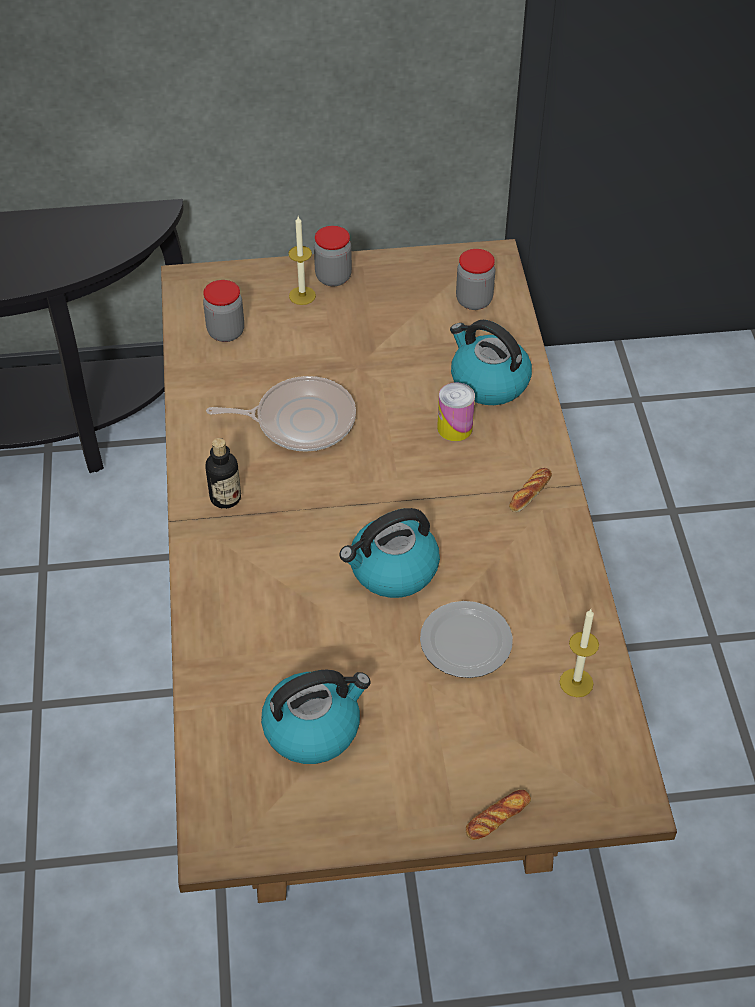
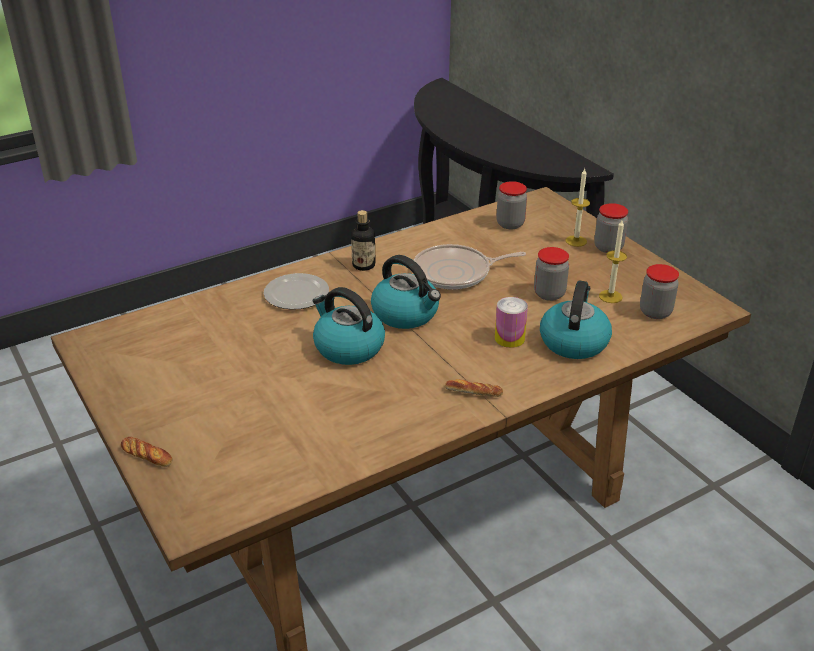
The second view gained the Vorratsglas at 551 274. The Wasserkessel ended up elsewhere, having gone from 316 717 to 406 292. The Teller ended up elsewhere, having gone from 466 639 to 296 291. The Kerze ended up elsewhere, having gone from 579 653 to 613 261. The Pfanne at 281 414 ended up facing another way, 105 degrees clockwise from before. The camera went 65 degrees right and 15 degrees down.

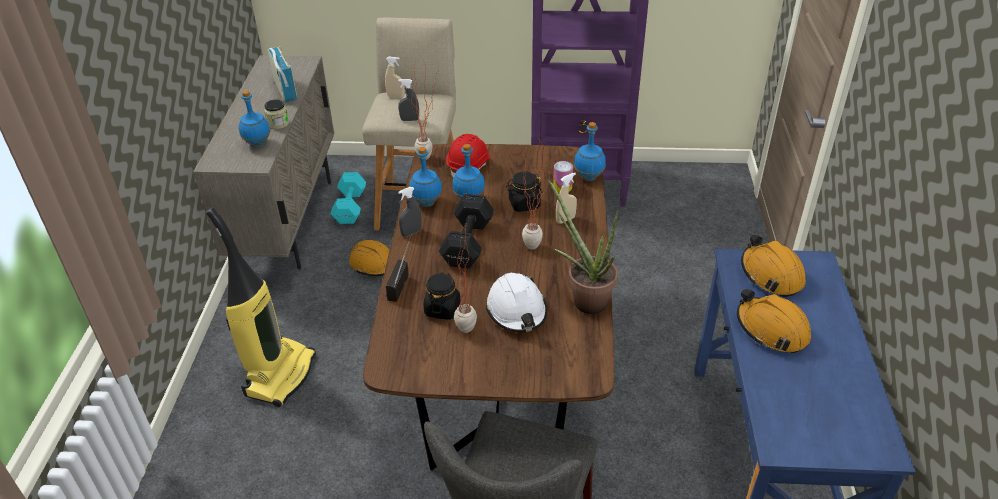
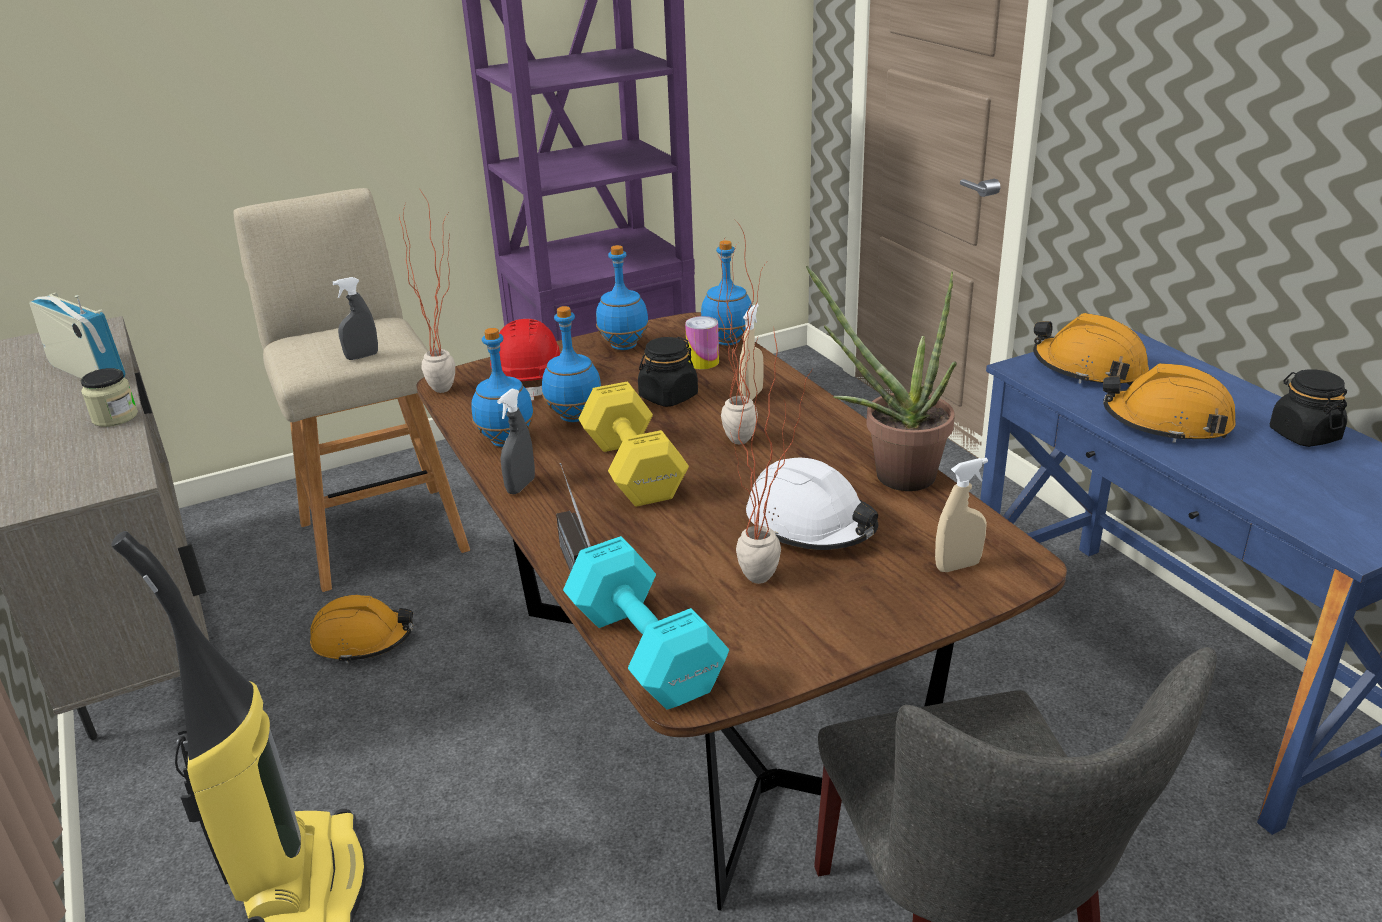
The Flasche (blau) ended up elsewhere, having gone from 254 119 to 622 297. The Hantel (türkis) ended up elsewhere, having gone from 348 198 to 646 623. The Sprühflasche (beige) ended up elsewhere, having gone from 395 77 to 961 515. The Vorratsglas (schwarz) ended up elsewhere, having gone from 442 296 to 1308 408. What was the Hantel (schwarz) at 466 231 turned into the Hantel (gelb) at 634 444. The camera went 30 degrees left and 10 degrees down.

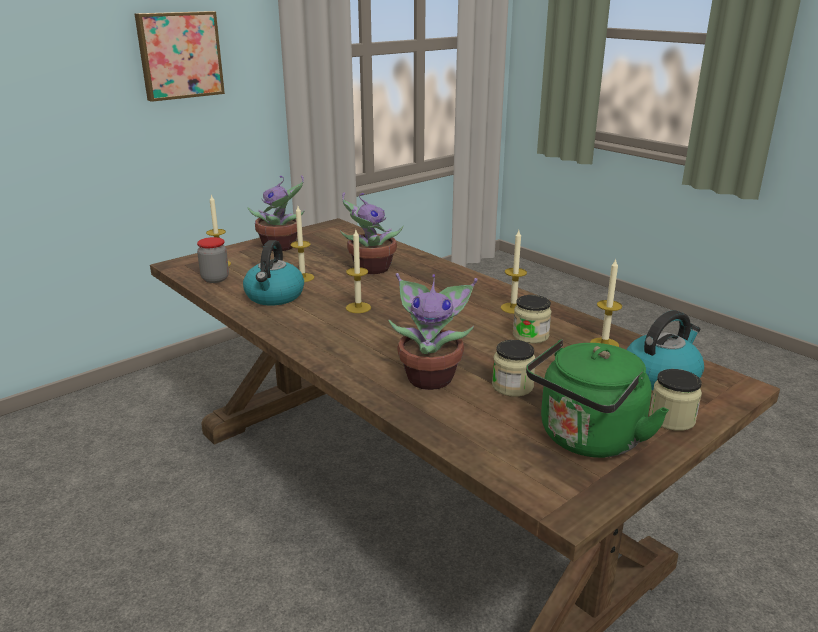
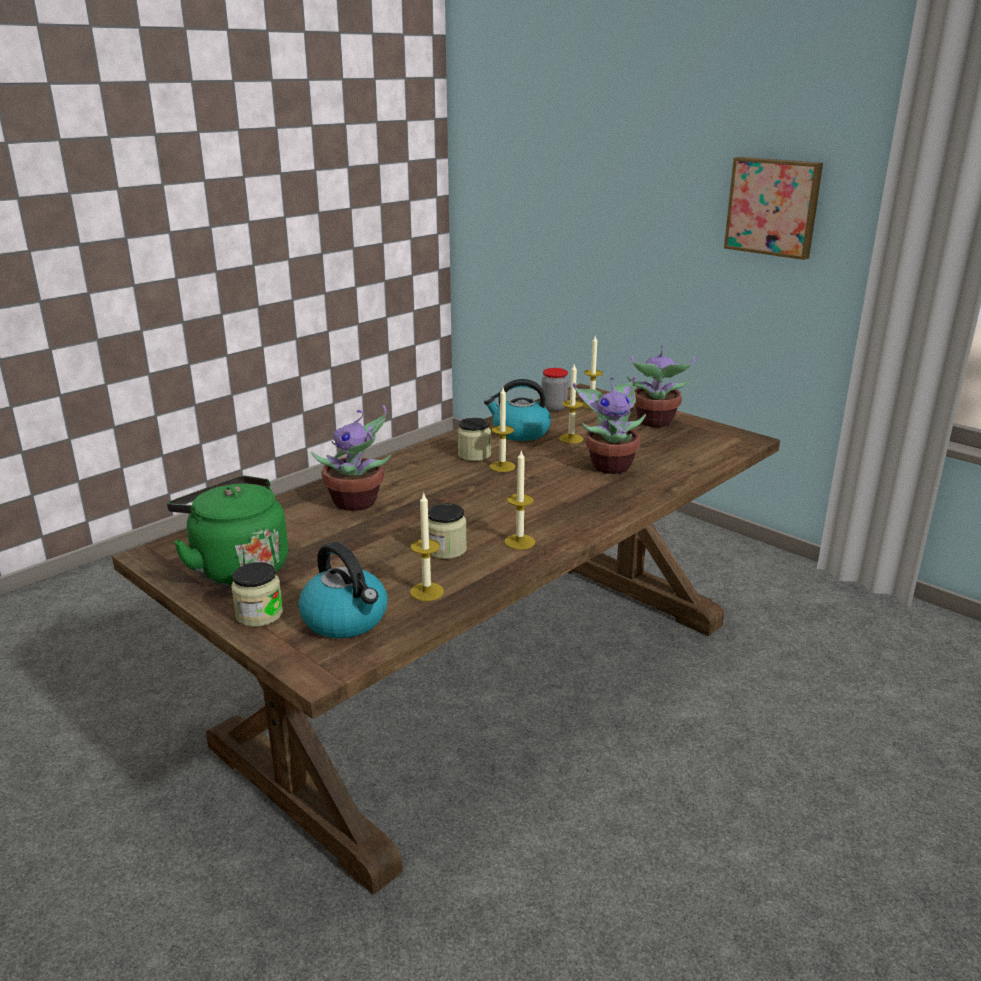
The Vorratsglas ended up elsewhere, having gone from 513 368 to 474 439. The camera went 85 degrees right and 0 degrees up.

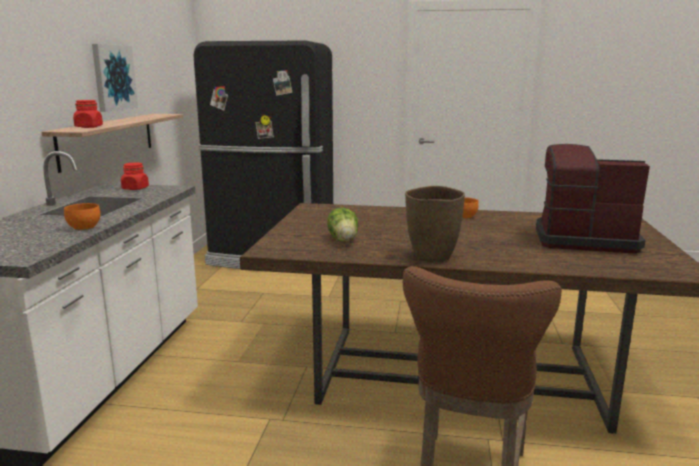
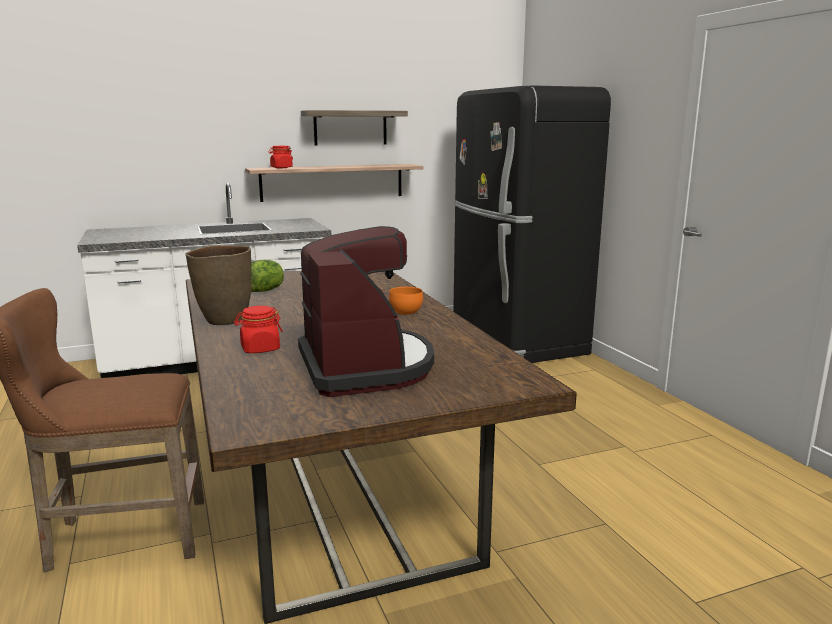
The second view lost the Schüssel (orange) at 82 216. The Vorratsglas (rot) ended up elsewhere, having gone from 135 176 to 258 329. Where the Bild hung at 115 78, the Wandregal came to hang at 354 127. The camera went 60 degrees right and 0 degrees up.

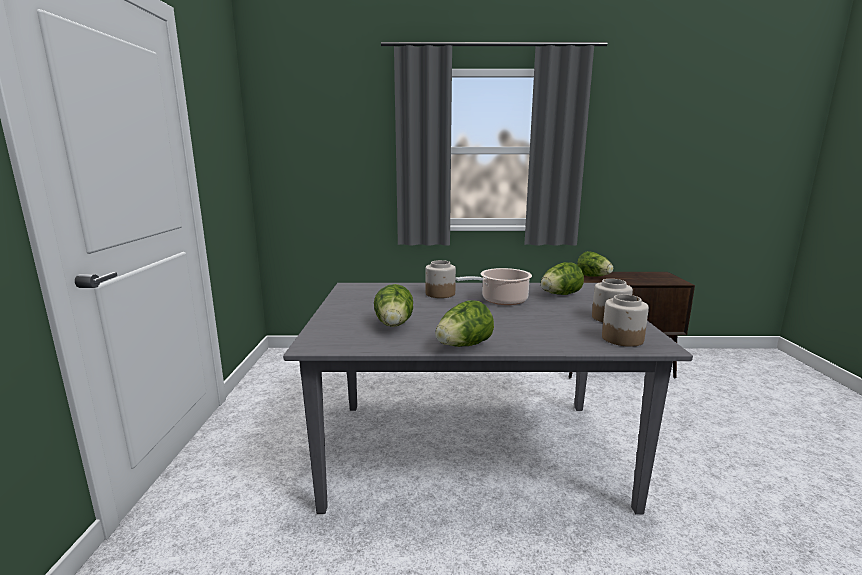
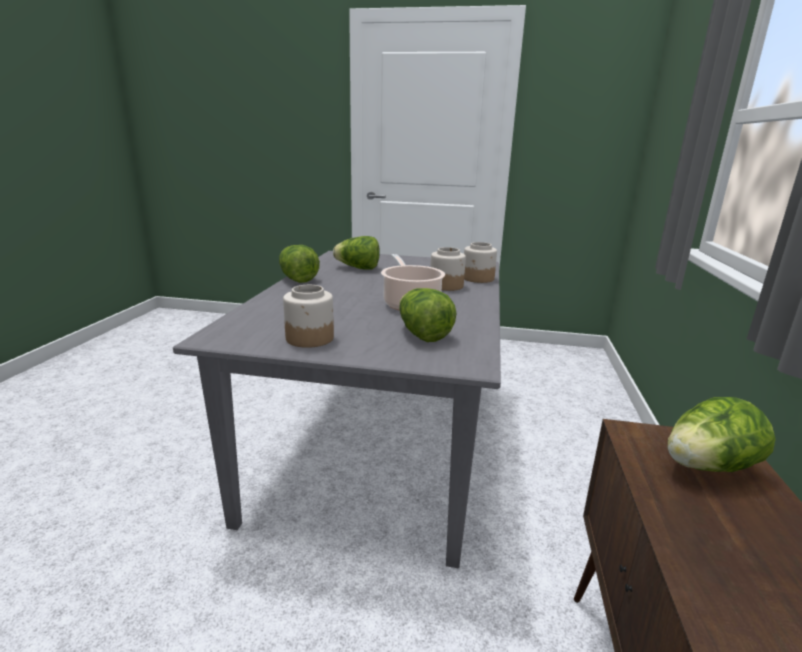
The Vorratsglas ended up elsewhere, having gone from 625 320 to 480 262. The camera went 100 degrees right and 5 degrees up.

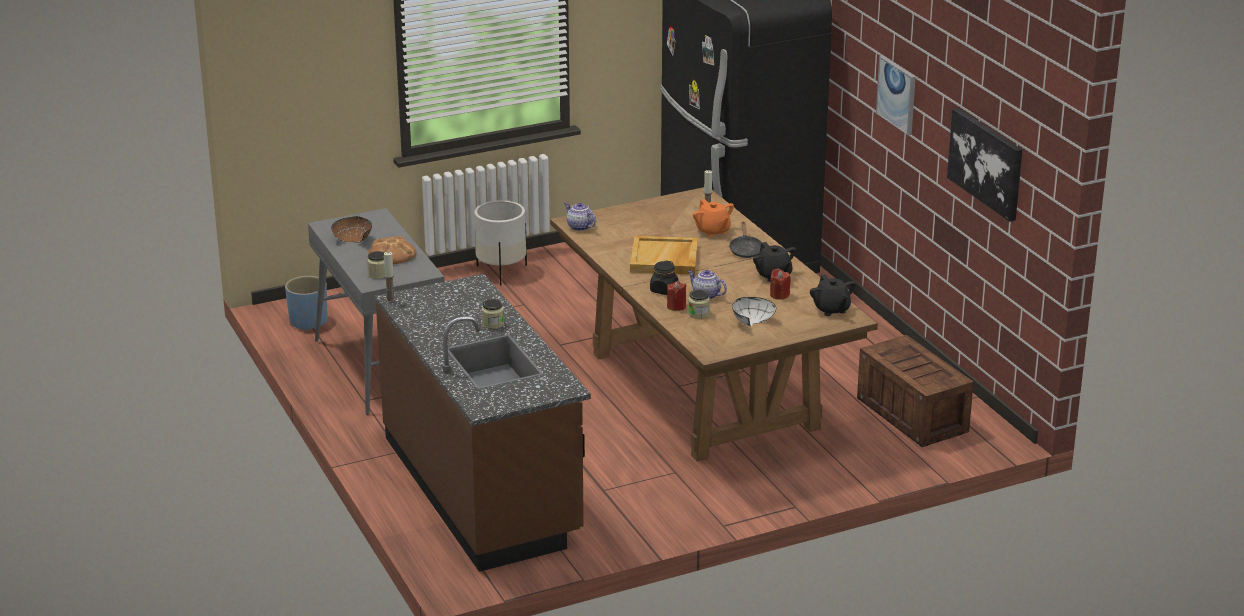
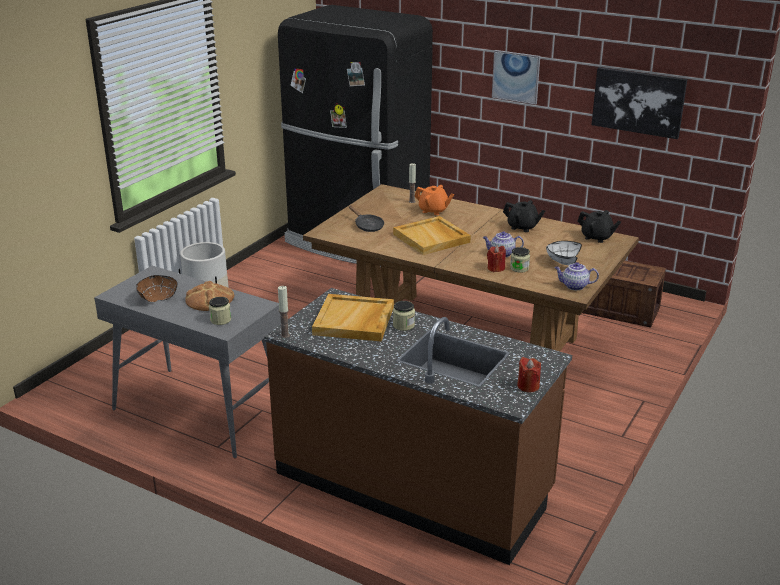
The second view lost the Pflanzkübel (blau) at 306 303. The second view lost the Vorratsglas (schwarz) at 664 277. The second view gained the Tablett (beige) at 353 317. The Teekanne ended up elsewhere, having gone from 580 217 to 576 276. The Pfanne (schwarz) ended up elsewhere, having gone from 745 240 to 366 219. The Kerze (rot) ended up elsewhere, having gone from 780 284 to 529 374. The camera went 35 degrees left and 0 degrees up.

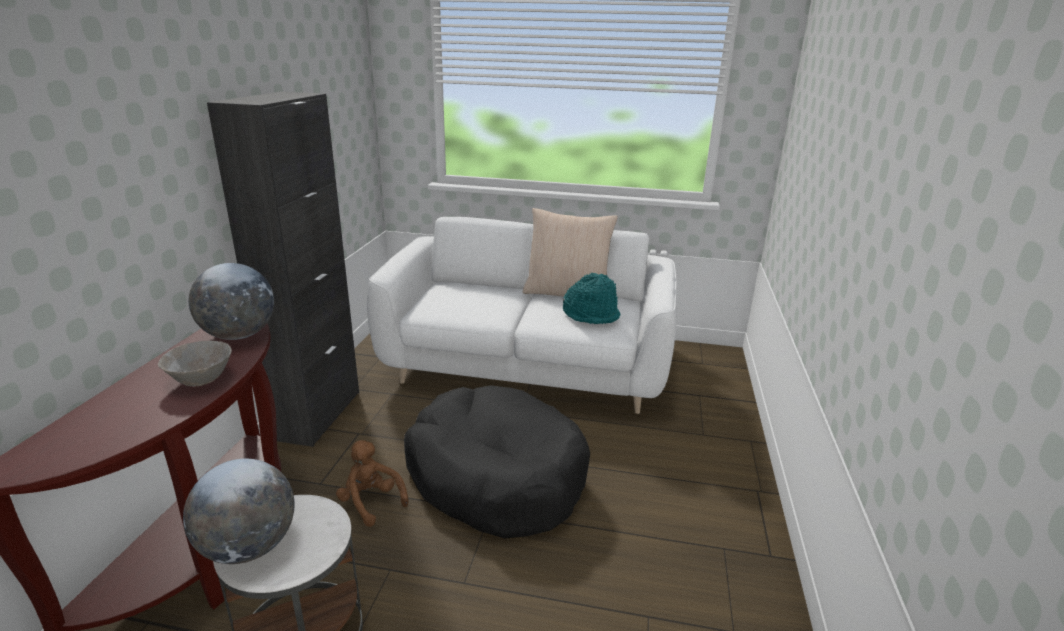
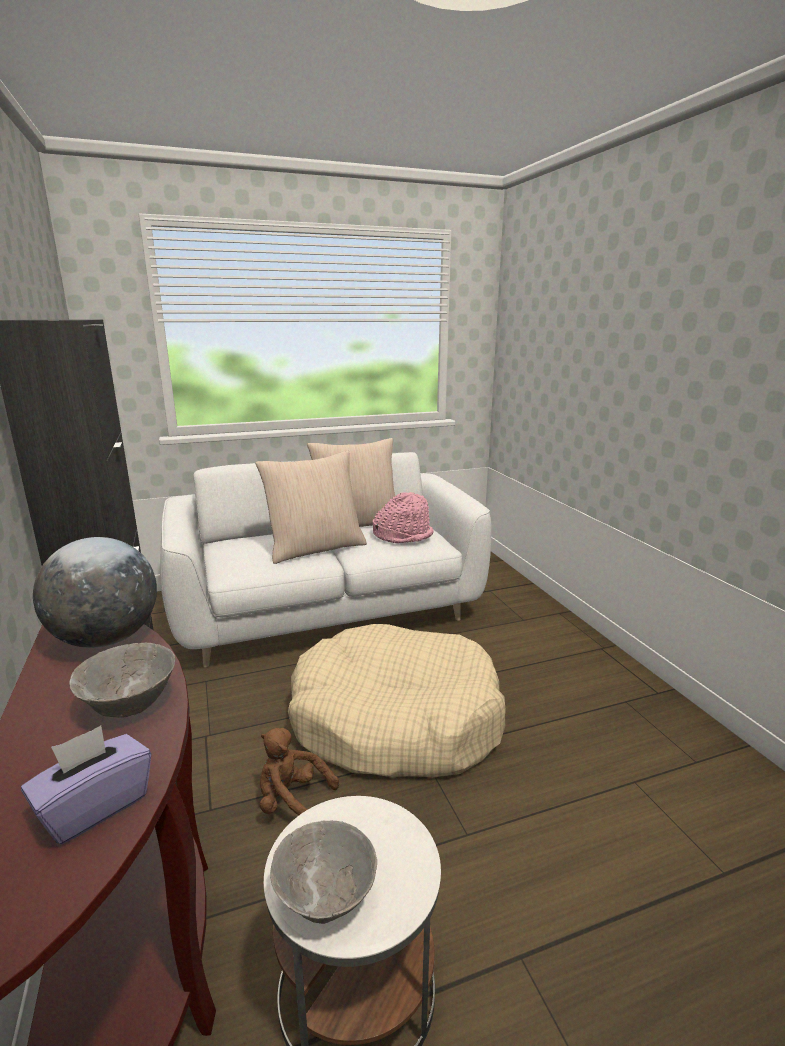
The second view gained the Taschentuchbox (lila) at 86 785. The second view gained the Kissen (beige) at 311 507. Where the Globus stood at 239 511, the Schüssel (grau) came to stand at 323 872. What was the Hundebett (schwarz) at 497 462 turned into the Hundebett (beige) at 397 700. What was the Hut (türkis) at 591 298 turned into the Hut (rosa) at 403 517. The camera went 30 degrees left and 5 degrees down.

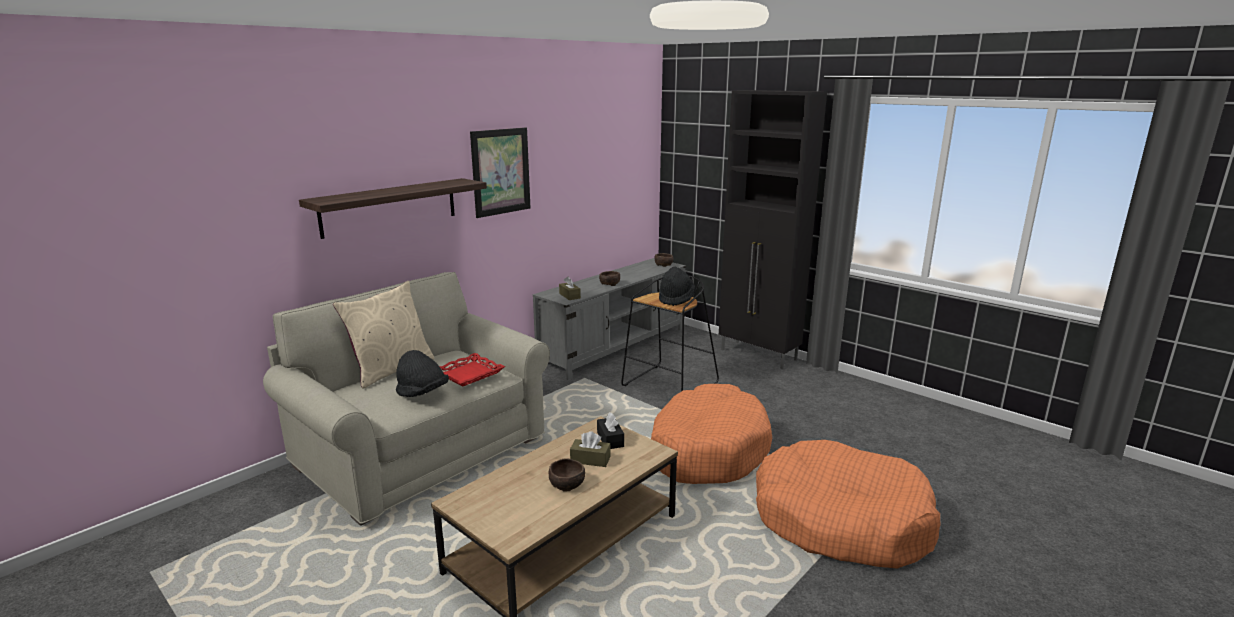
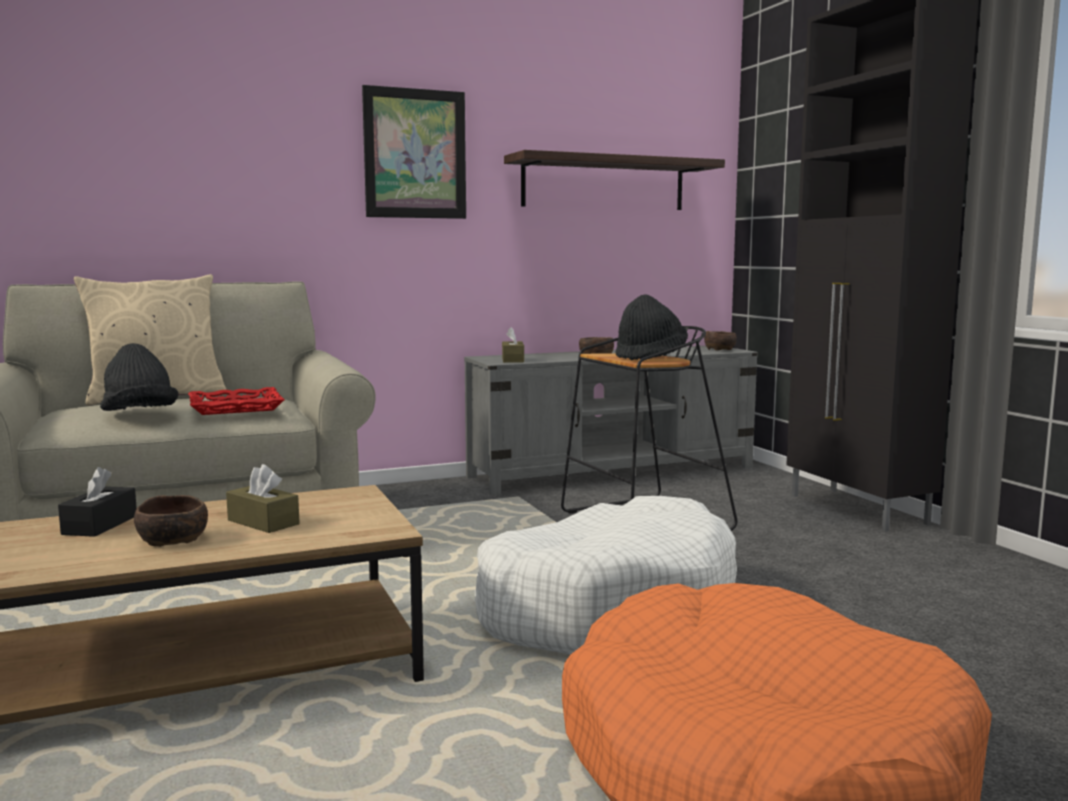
The Wandregal ended up elsewhere, having gone from 393 208 to 614 180. The Taschentuchbox (schwarz) ended up elsewhere, having gone from 610 430 to 97 502. What was the Hundebett (orange) at 711 434 turned into the Hundebett (weiß) at 606 575. The camera went 25 degrees right and 10 degrees down.

